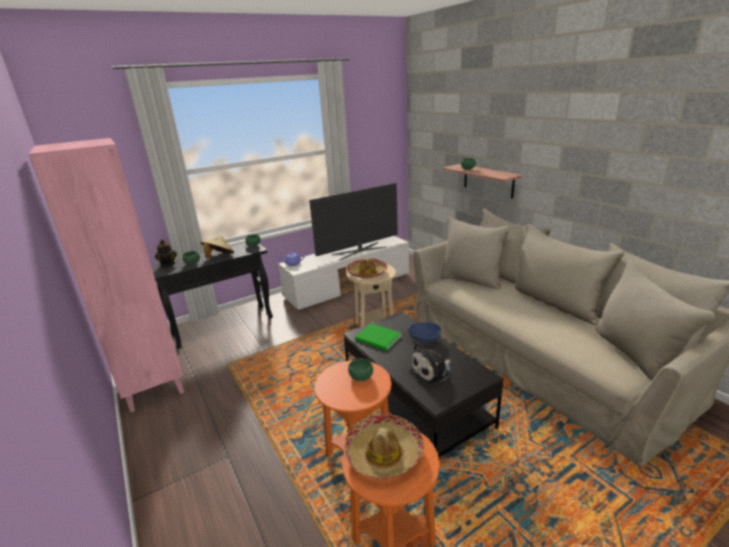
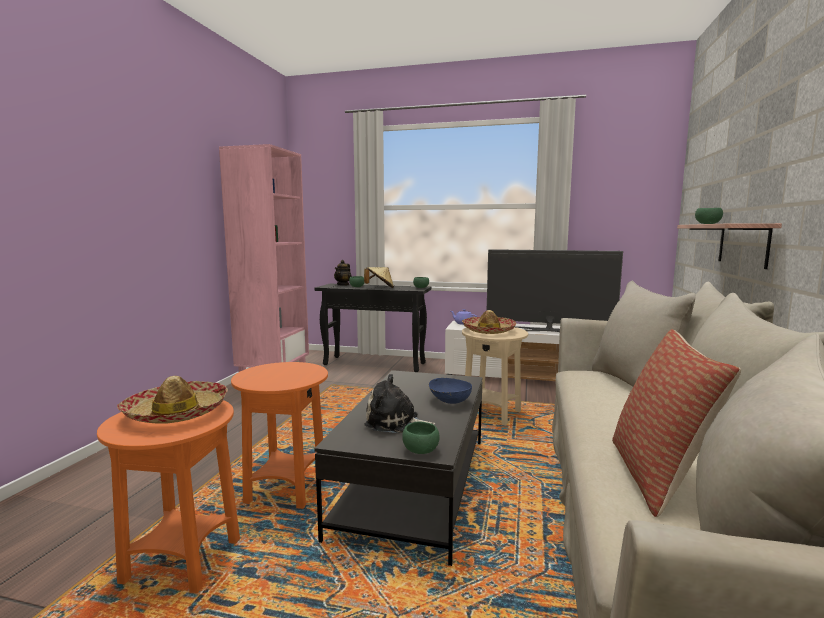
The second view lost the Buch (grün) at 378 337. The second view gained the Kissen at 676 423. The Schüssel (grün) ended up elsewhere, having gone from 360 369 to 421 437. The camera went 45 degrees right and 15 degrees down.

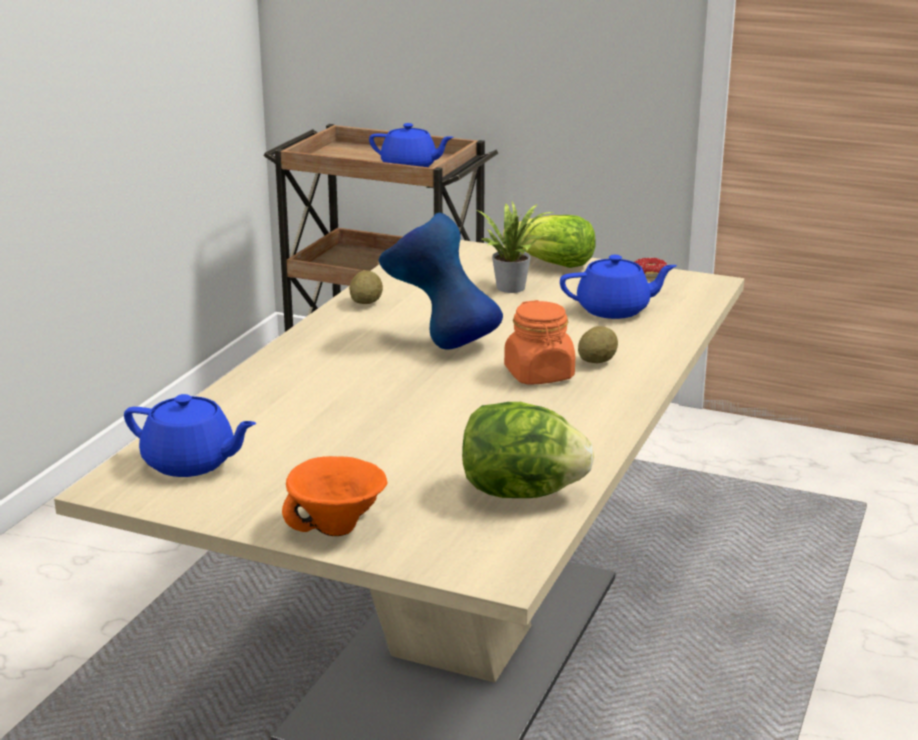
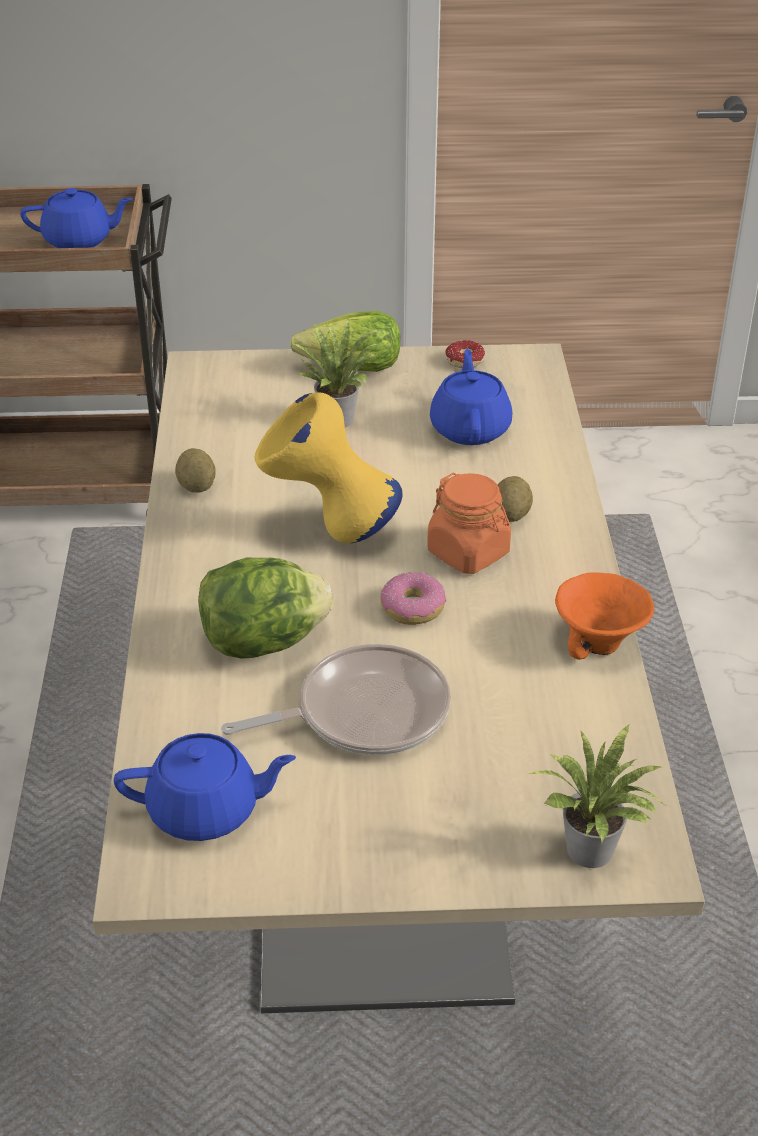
The second view gained the Pfanne at 336 699. The second view gained the Donut at 413 598. The second view gained the Topfpflanze at 597 796. The Schüssel (orange) ended up elsewhere, having gone from 335 496 to 604 616. The Salatkopf ended up elsewhere, having gone from 528 450 to 265 608. What was the Vase (blau) at 440 281 turned into the Vase (gelb) at 328 467. The Teekanne (blau) at 618 287 ended up facing another way, 60 degrees counterclockwise from before. The camera went 25 degrees left and 15 degrees up.

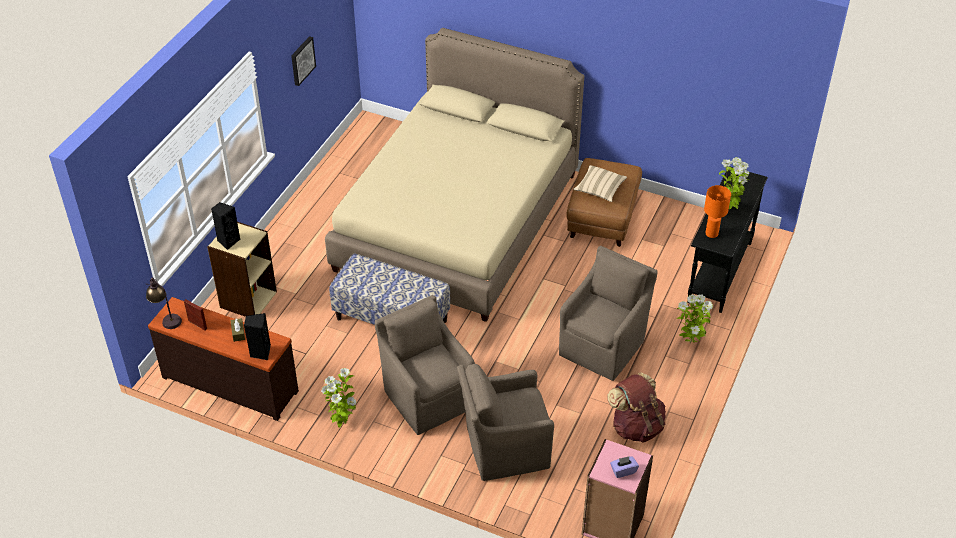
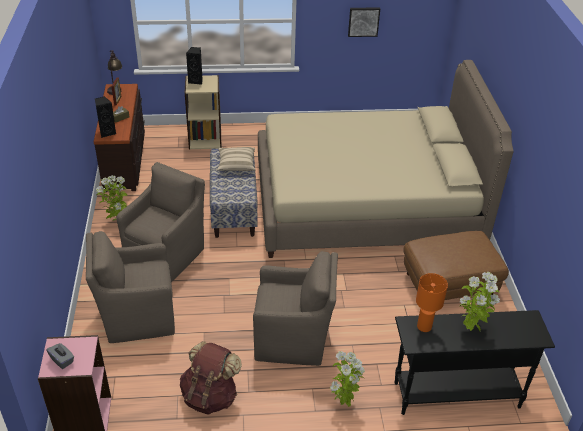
The Kissen (beige) ended up elsewhere, having gone from 600 183 to 236 159. What was the Taschentuchbox (lila) at 624 467 turned into the Taschentuchbox (grau) at 60 356. The Sessel (braun) at 505 422 ended up facing another way, 60 degrees counterclockwise from before. The camera went 60 degrees right and 5 degrees down.

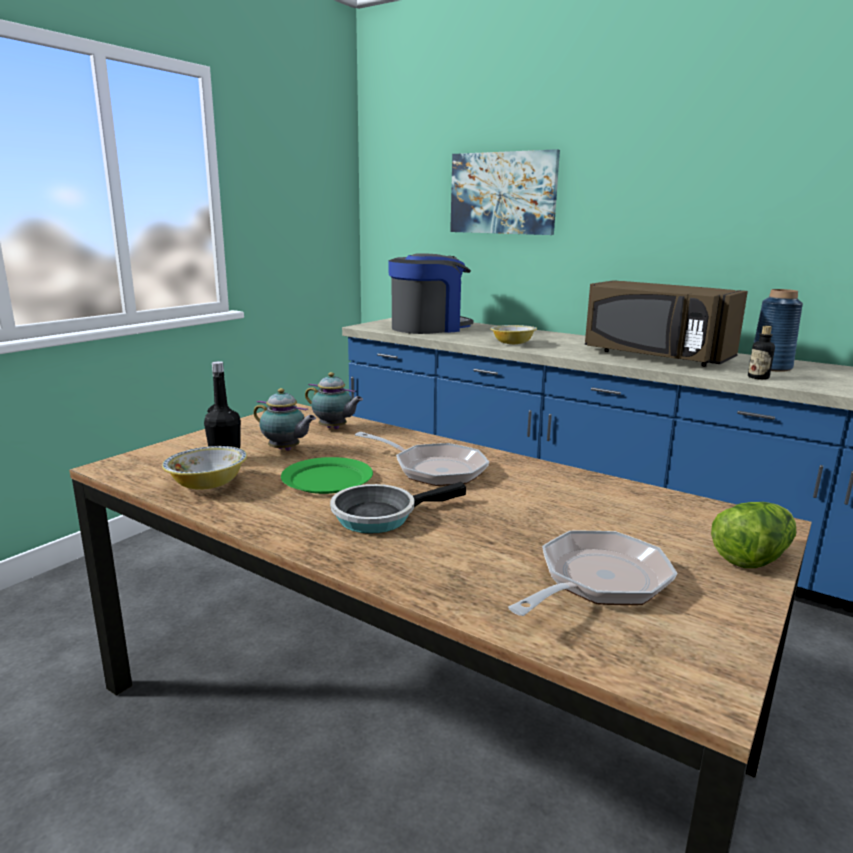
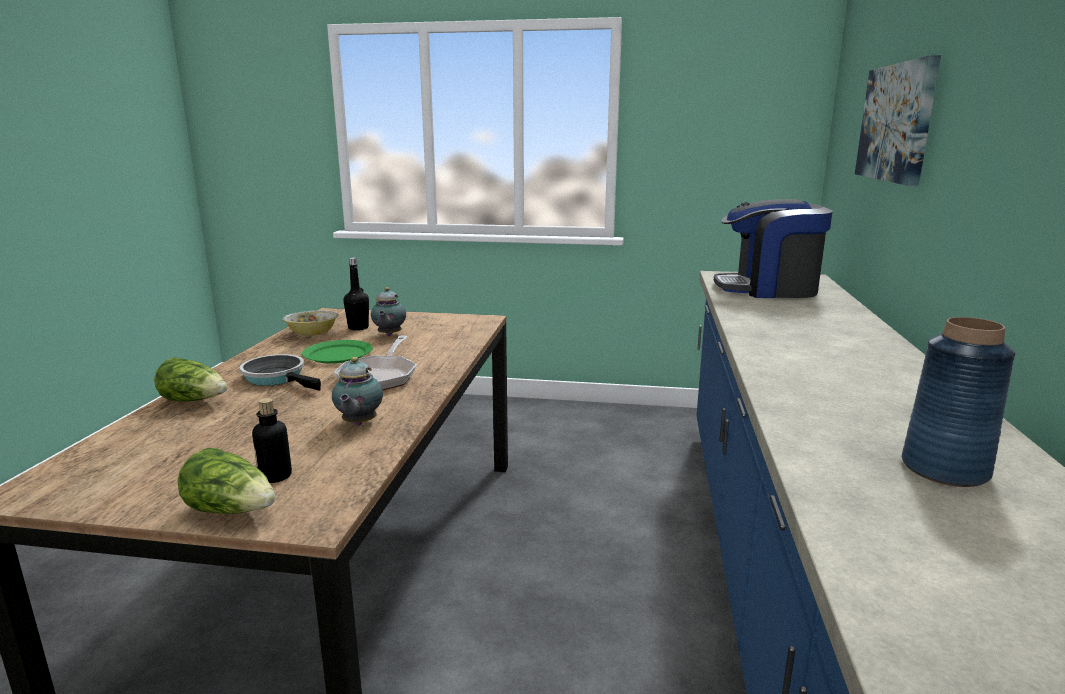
The second view lost the Schüssel at 513 334. The second view lost the Pfanne at 592 573. The second view lost the Mikrowelle (braun) at 666 323. The second view gained the Salatkopf at 191 379. The Teekanne ended up elsewhere, having gone from 334 400 to 357 391. The Flasche ended up elsewhere, having gone from 761 353 to 272 440. The Kaffeemaschine at 430 293 ended up facing another way, 150 degrees clockwise from before. The camera went 65 degrees right and 0 degrees up.

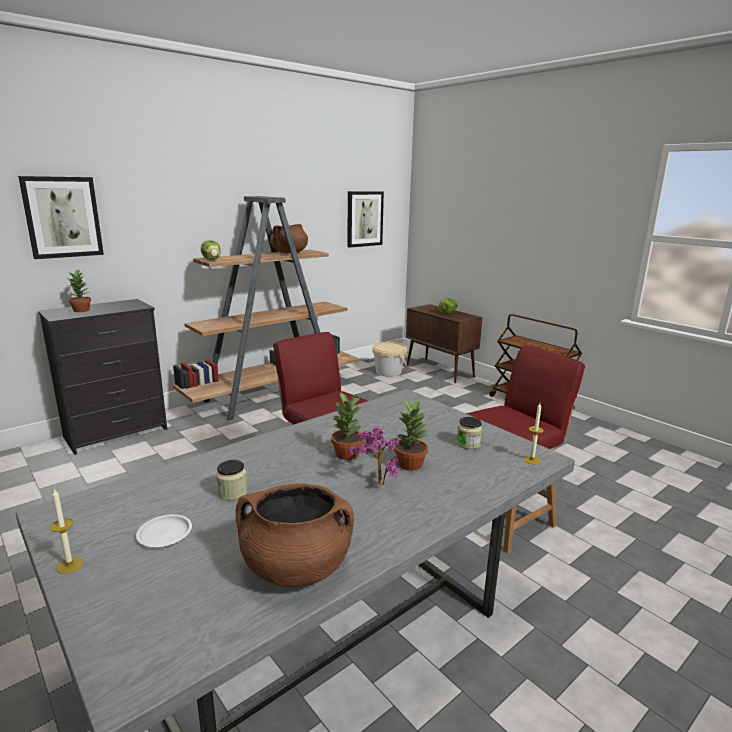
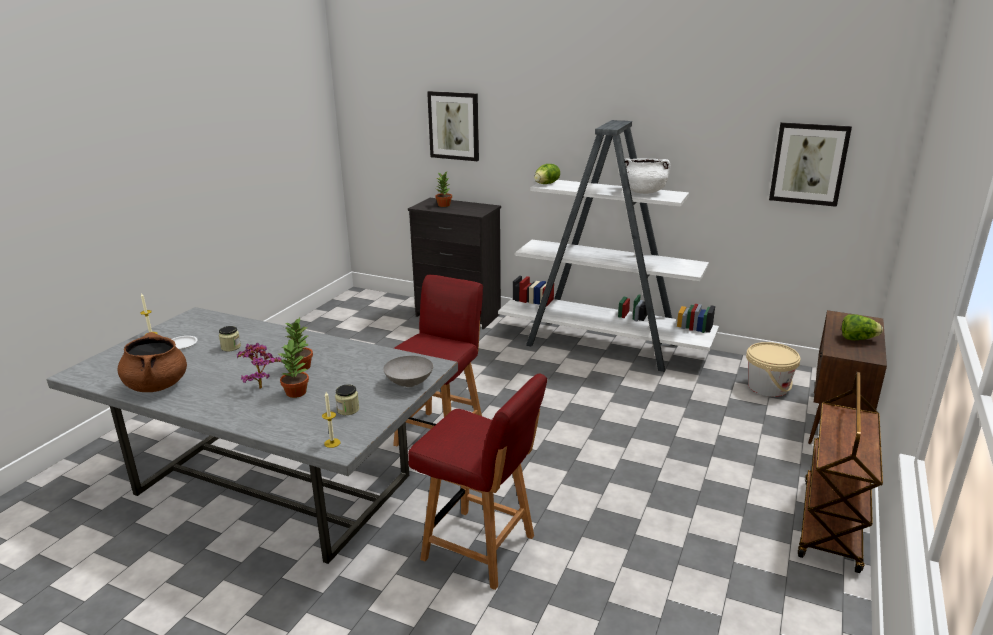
The second view gained the Schüssel (grau) at 408 371. What was the Bücherregal (braun) at 266 308 turned into the Bücherregal (weiß) at 608 246. What was the Kochtopf (braun) at 289 238 turned into the Kochtopf (weiß) at 648 176. The camera went 65 degrees right and 5 degrees up.

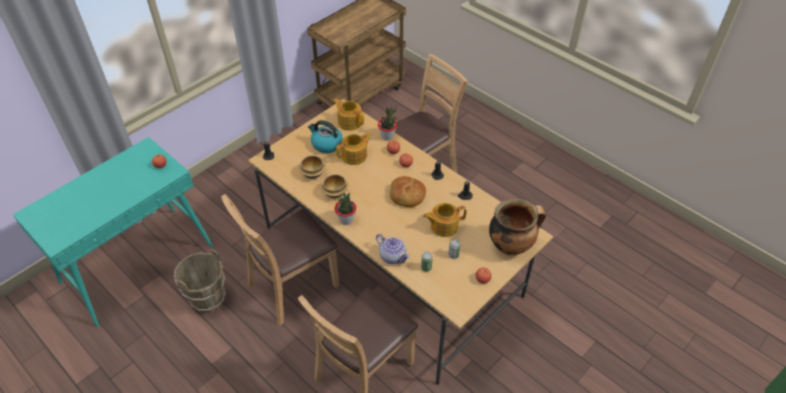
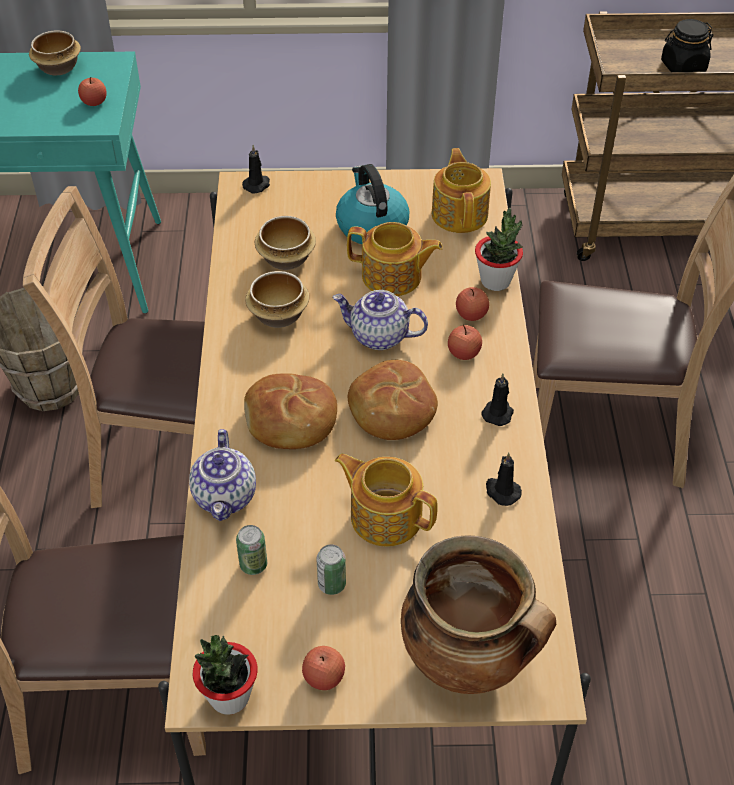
The second view gained the Schüssel at 55 53. The second view gained the Brot at 290 411. The second view gained the Teekanne at 380 320. The second view gained the Vorratsglas (schwarz) at 687 45. The Topfpflanze ended up elsewhere, having gone from 345 209 to 225 675. The camera went 45 degrees right and 0 degrees up.

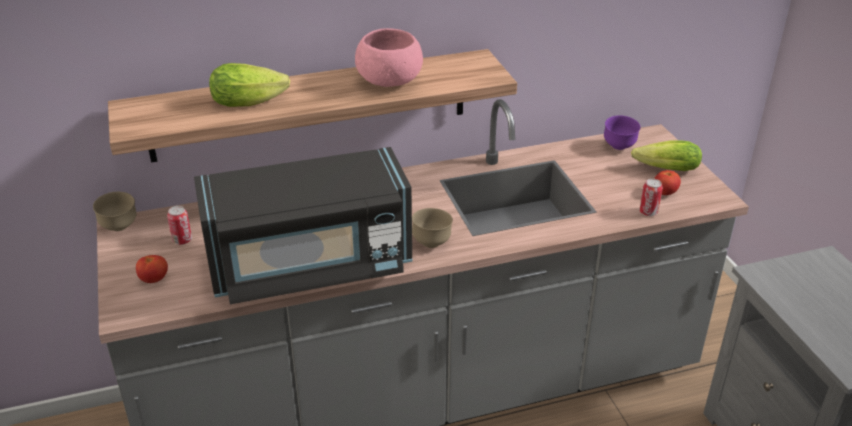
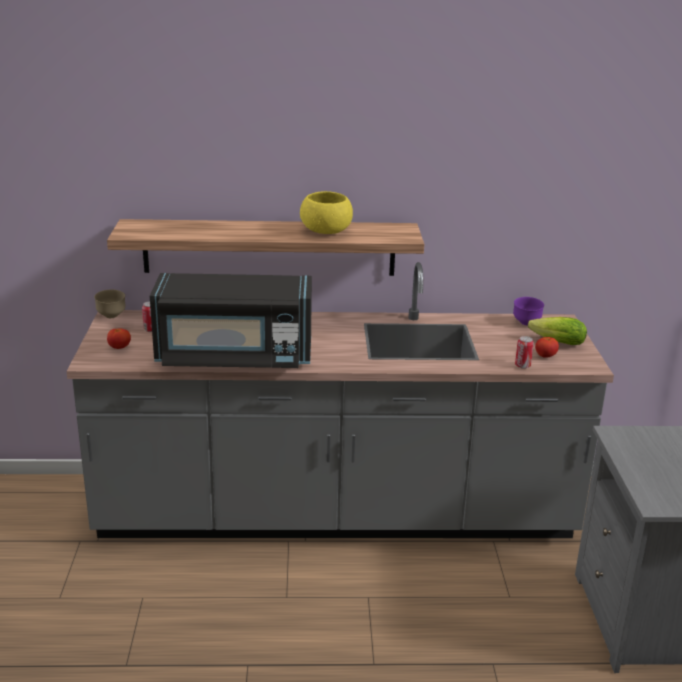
The second view lost the Salatkopf at 249 85. The second view lost the Schüssel (braun) at 432 228. What was the Schüssel (rosa) at 389 57 turned into the Schüssel (gelb) at 326 212. The camera went 15 degrees right and 10 degrees down.

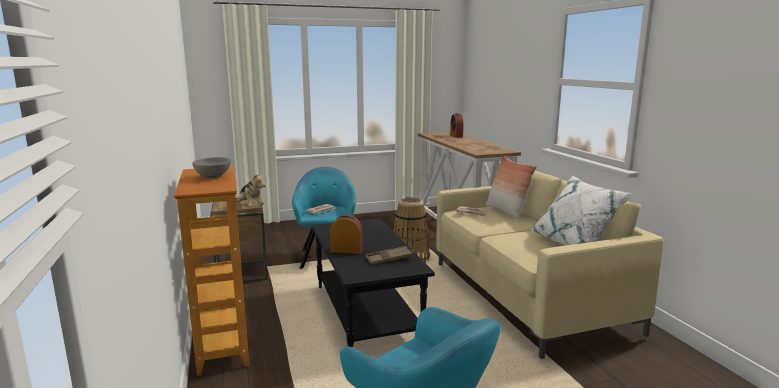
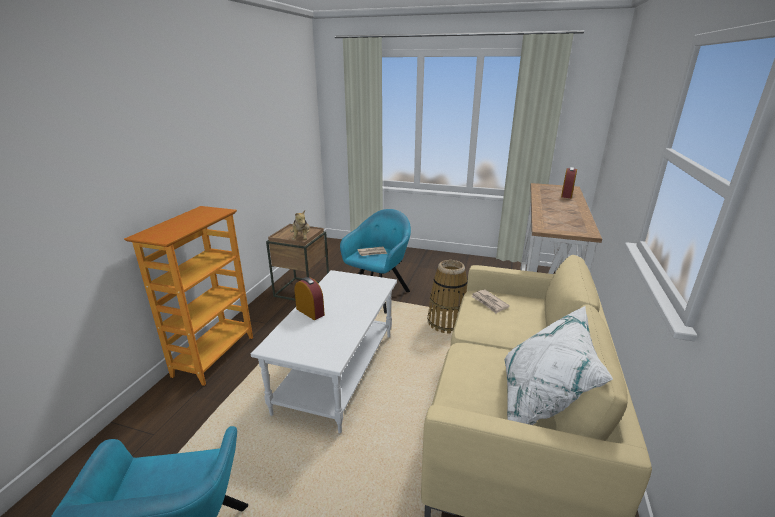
The second view lost the Schüssel (grau) at 211 167. The second view lost the Tablett (braun) at 389 255. The second view lost the Kissen at 511 187. What was the Couchtisch (schwarz) at 373 282 turned into the Couchtisch (weiß) at 324 351. The camera went 35 degrees right and 10 degrees up.

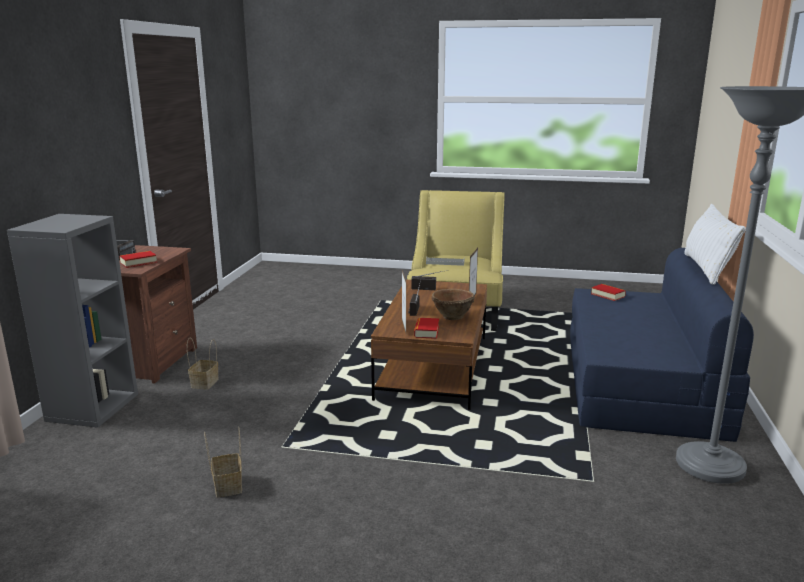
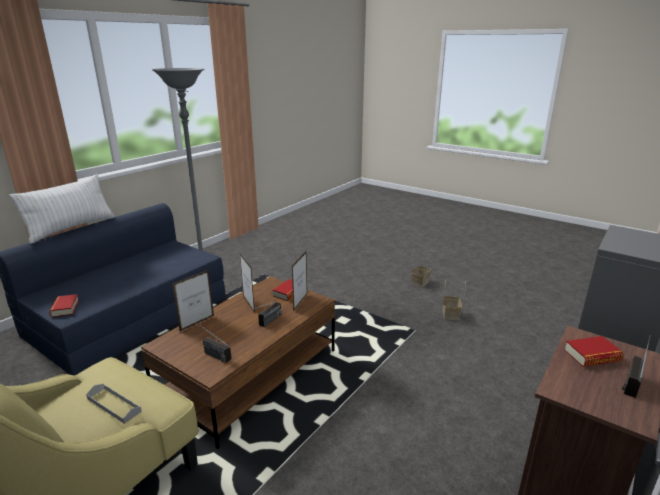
The Korb ended up elsewhere, having gone from 203 363 to 421 268. Where the Schüssel (braun) stood at 453 304, the Bilderrahmen came to stand at 247 283. The camera went 155 degrees left and 5 degrees up.

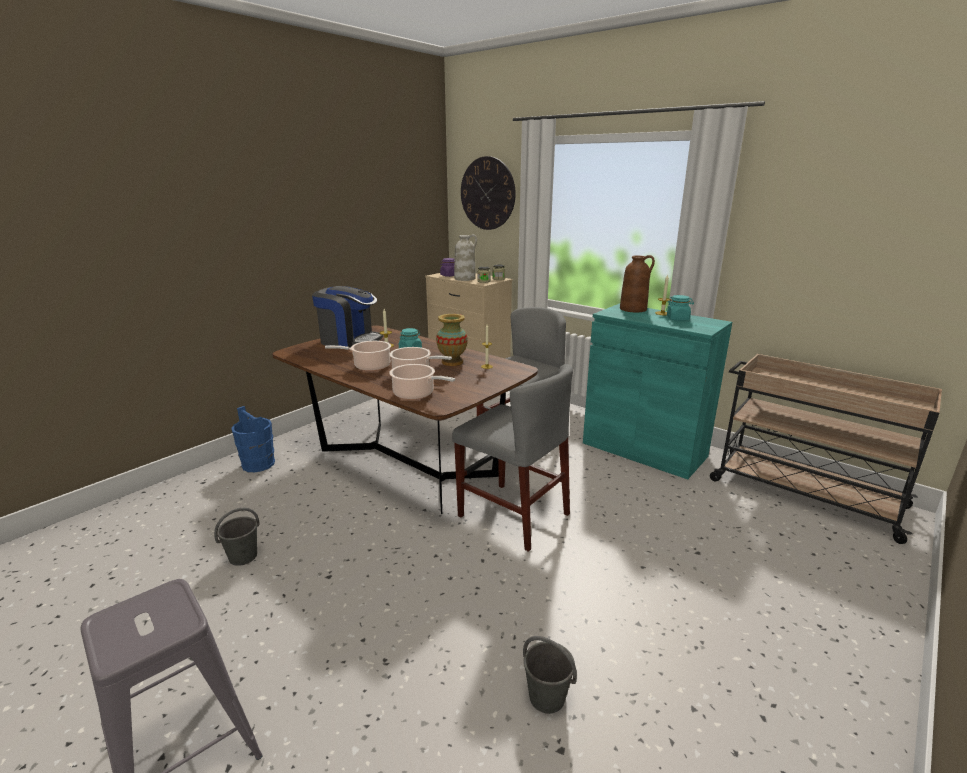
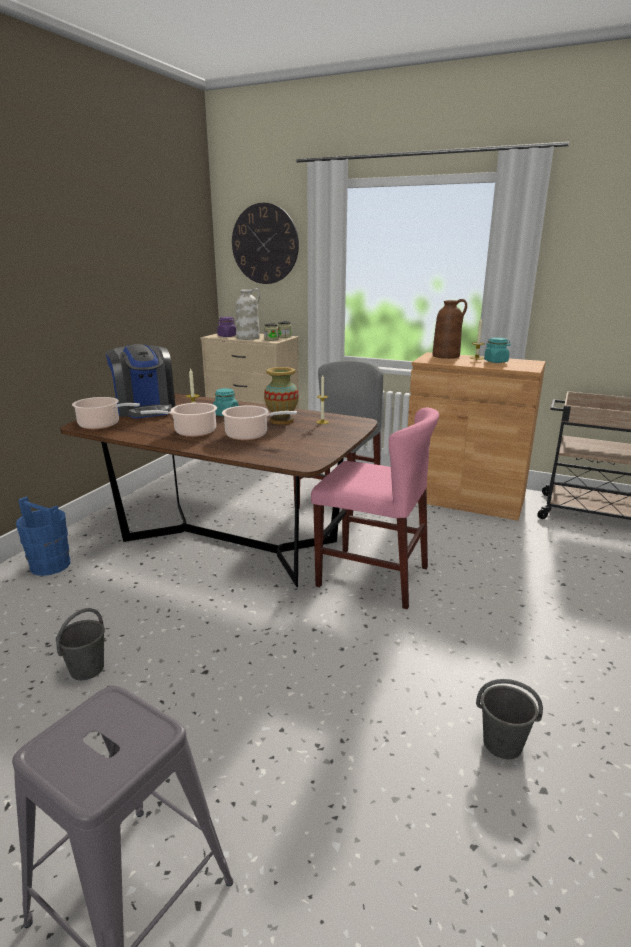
The Kochtopf ended up elsewhere, having gone from 422 382 to 106 413. What was the Stuhl (grau) at 512 458 turned into the Stuhl (rosa) at 375 508. What was the Schrank (türkis) at 657 391 turned into the Schrank (braun) at 477 436. The Kaffeemaschine at 347 317 ended up facing another way, 60 degrees clockwise from before. The camera went 15 degrees left and 0 degrees up.

